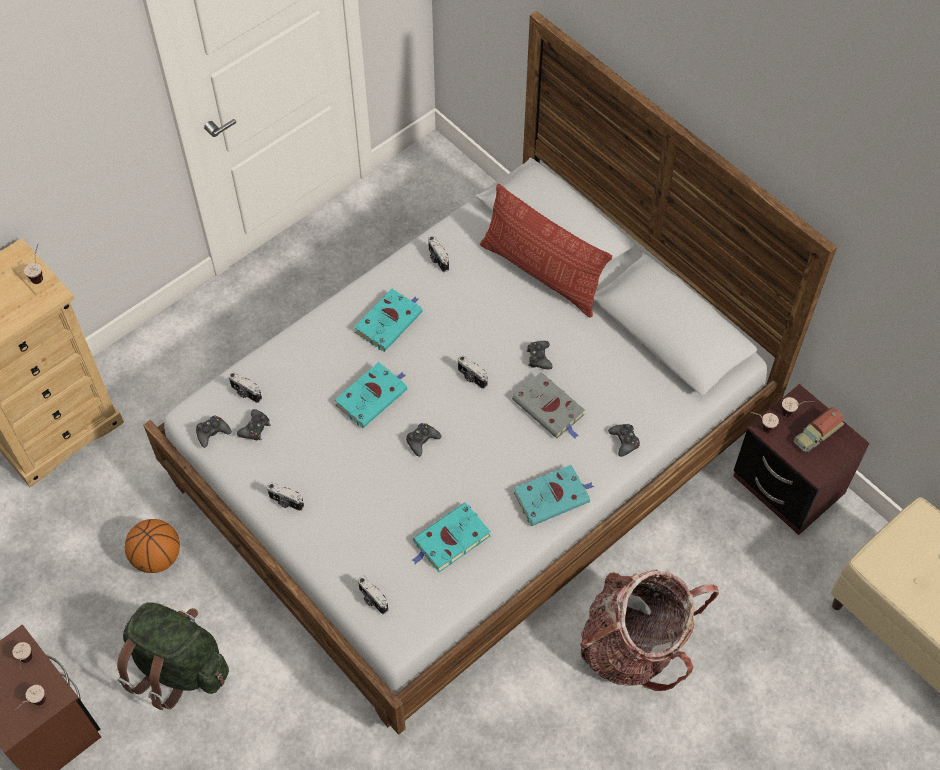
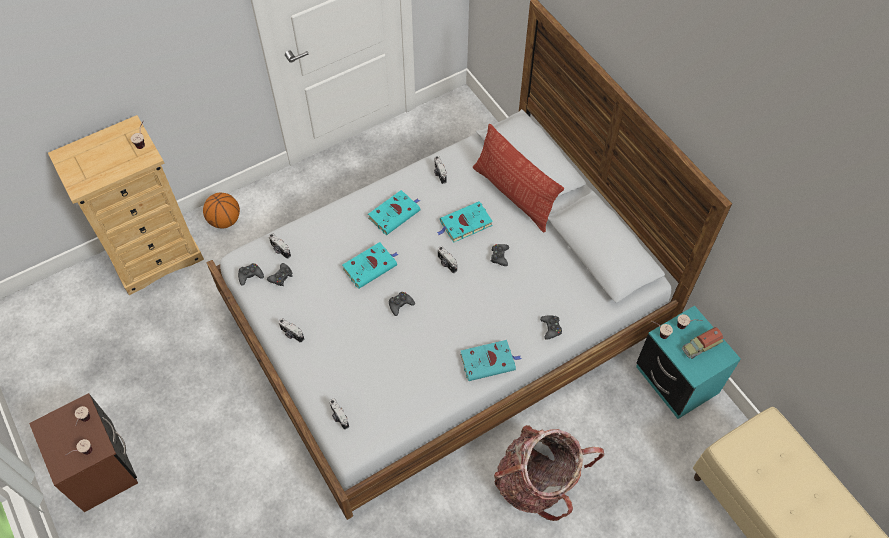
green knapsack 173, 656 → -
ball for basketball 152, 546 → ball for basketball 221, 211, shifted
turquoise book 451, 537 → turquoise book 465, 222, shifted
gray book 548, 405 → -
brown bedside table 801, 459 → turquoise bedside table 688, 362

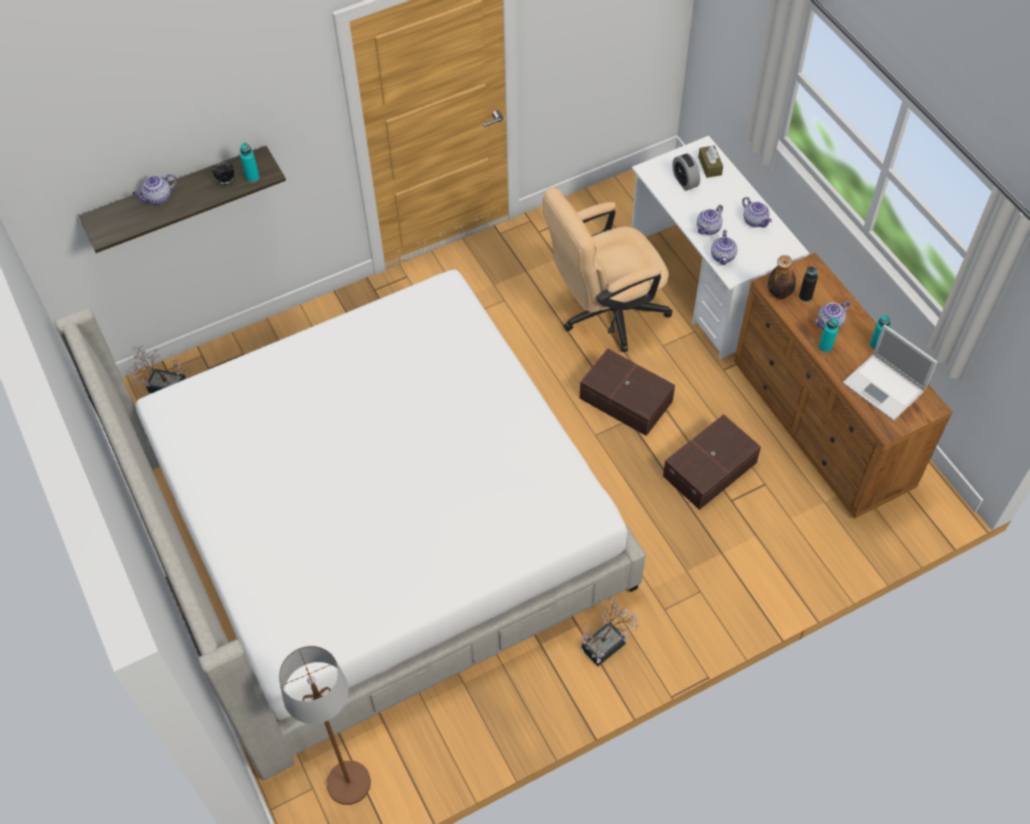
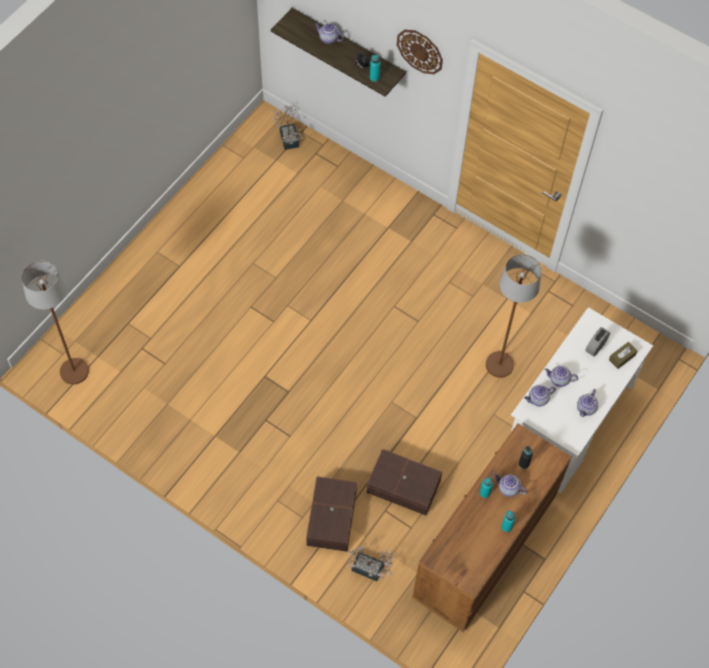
bed 350, 525 → -
sand-coloured desk chair 607, 269 → brown floor lamp 514, 316
brown storage container 627, 392 → brown storage container 331, 514, shifted
houseplant 609, 631 → houseplant 370, 564, shifted
bottle 782, 277 → -
laptop 890, 372 → -
- → hanging clock 420, 52

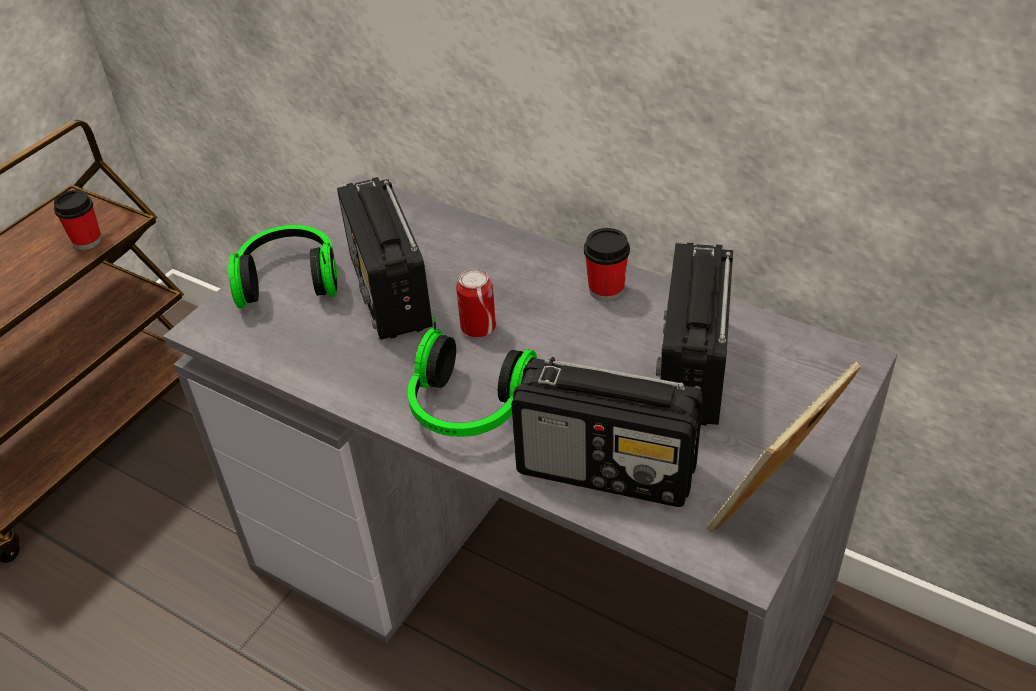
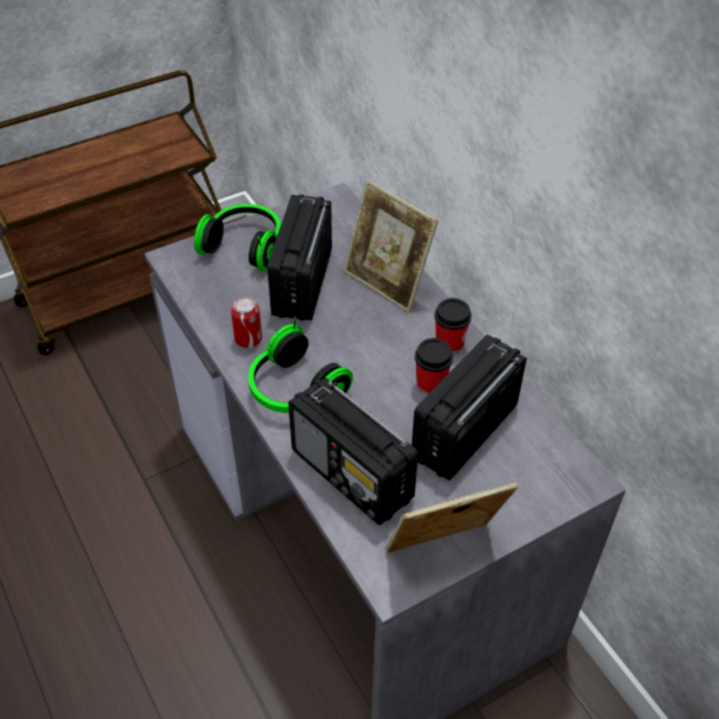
cup 78, 220 → cup 434, 367, shifted
sealed can 476, 303 → sealed can 246, 322, shifted
- → standing frame 391, 246

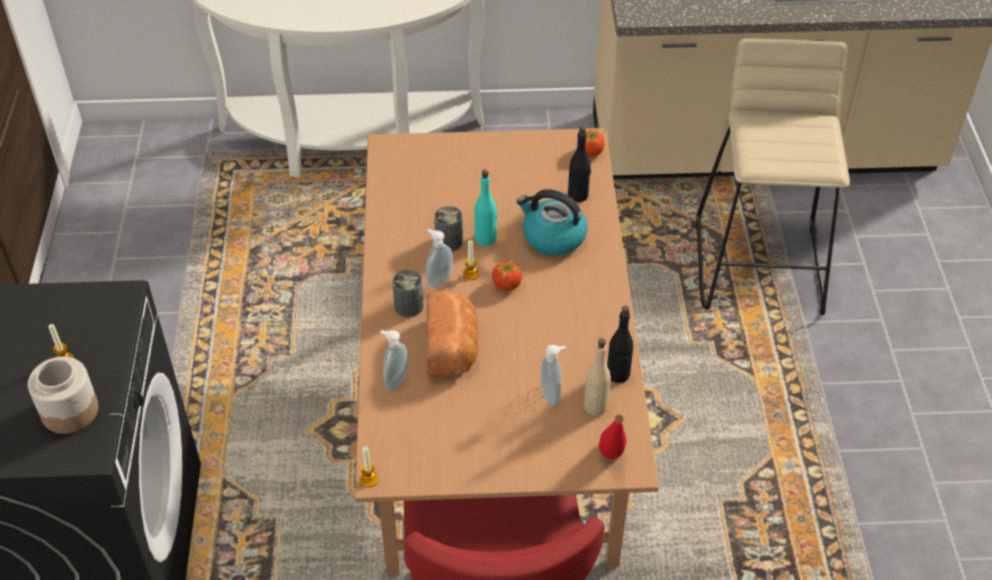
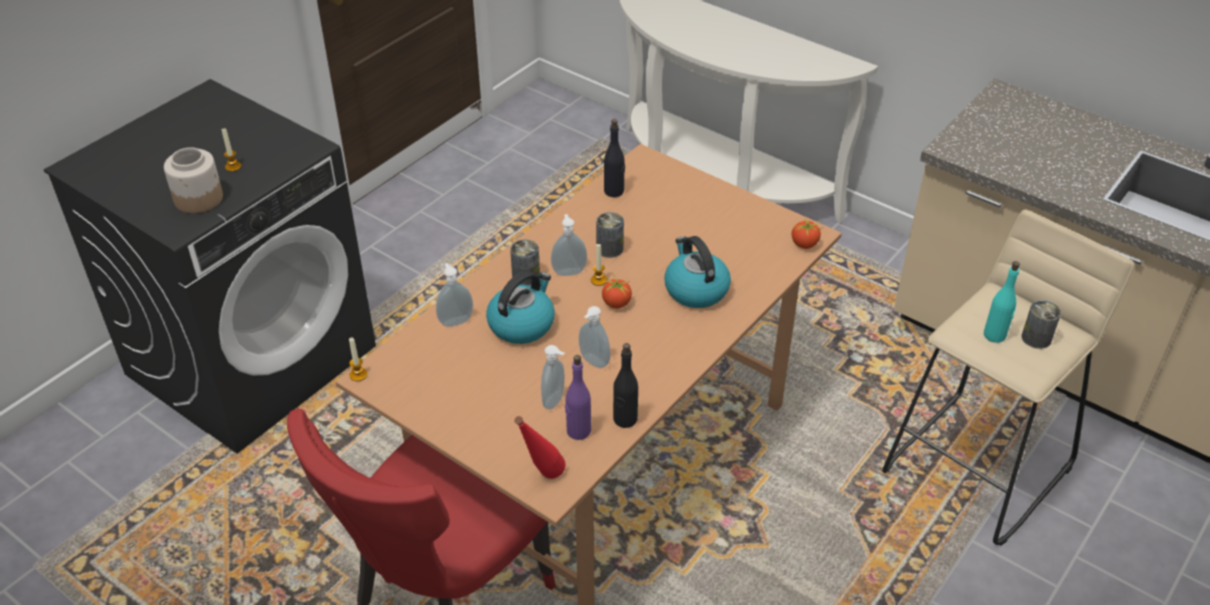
bread 452, 334 → tea kettle 520, 307
turquoise bottle 485, 208 → turquoise bottle 1002, 302, shifted
black-coloured bottle 579, 164 → black-coloured bottle 614, 158, shifted
sand-coloured bottle 597, 377 → purple bottle 578, 397
- → liquid soap bottle 594, 337
- → sealed can 1041, 324

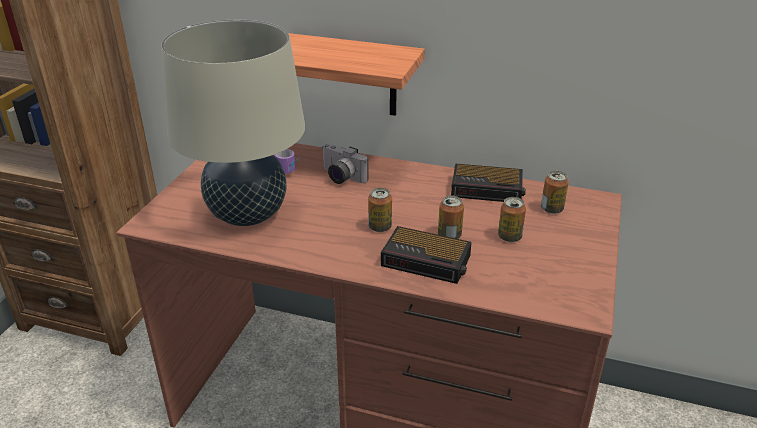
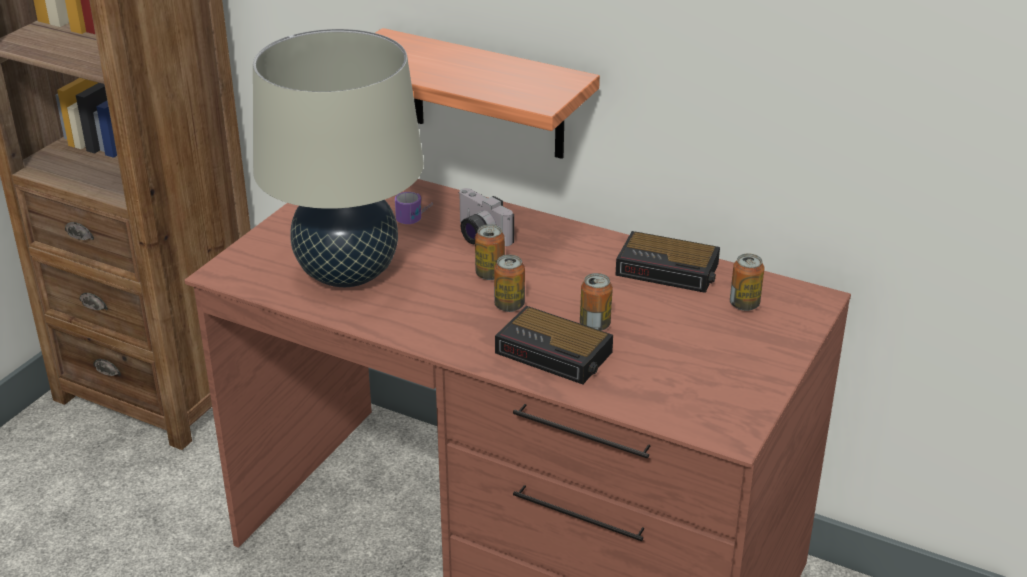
sealed can 512, 219 → sealed can 490, 252, shifted

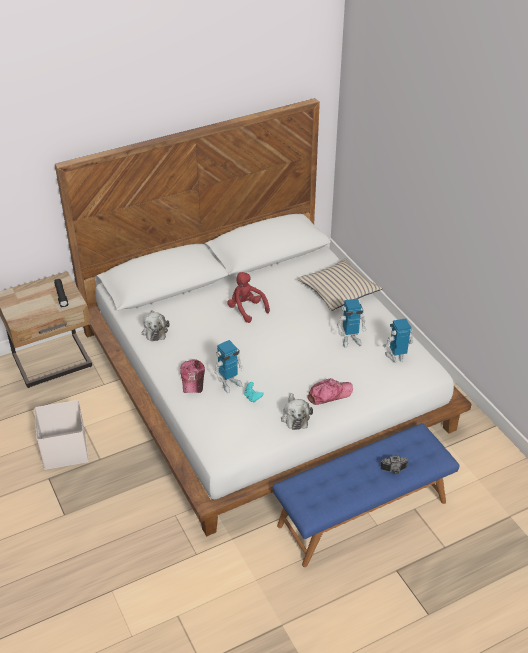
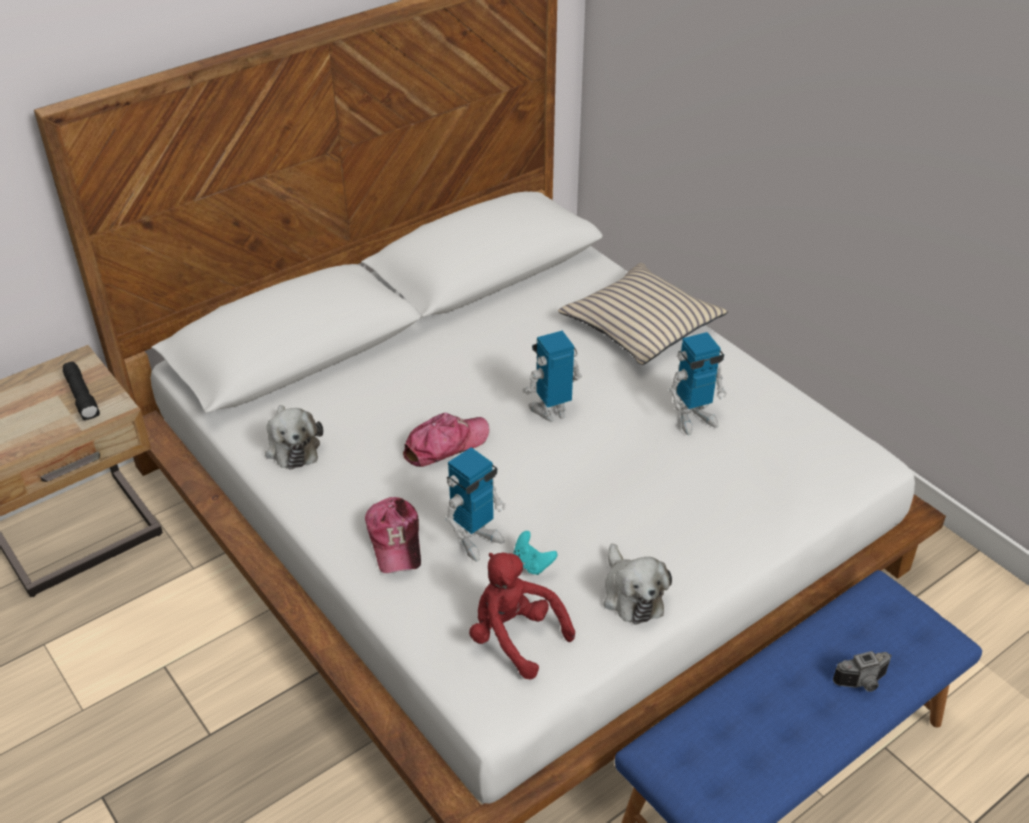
white storage container 61, 435 → -
reddish soft toy 248, 297 → reddish soft toy 522, 616, shifted
cap 330, 391 → cap 446, 440, shifted
robot figure 398, 341 → robot figure 552, 376, shifted

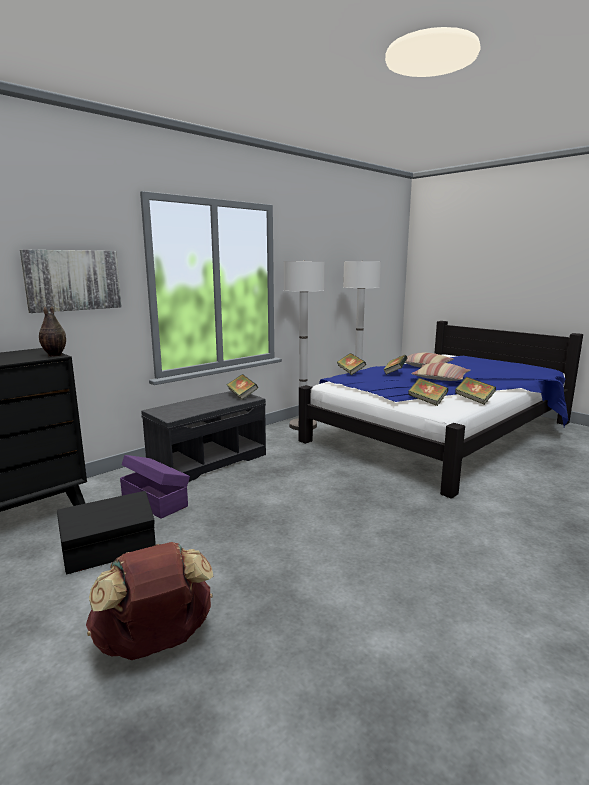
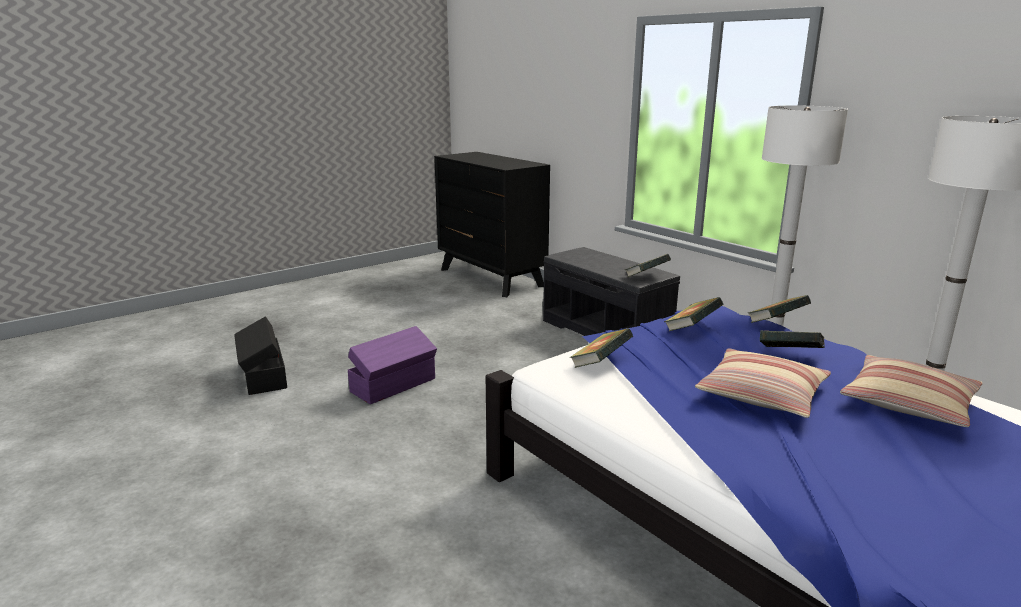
wall picture 71, 281 → -
decorative vase 52, 331 → -
black-coloured storage container 106, 532 → black-coloured storage container 260, 355, shifted
brown knapsack 149, 601 → -
purple storage container 155, 487 → purple storage container 392, 365, shifted
book 475, 391 → book 693, 314, shifted

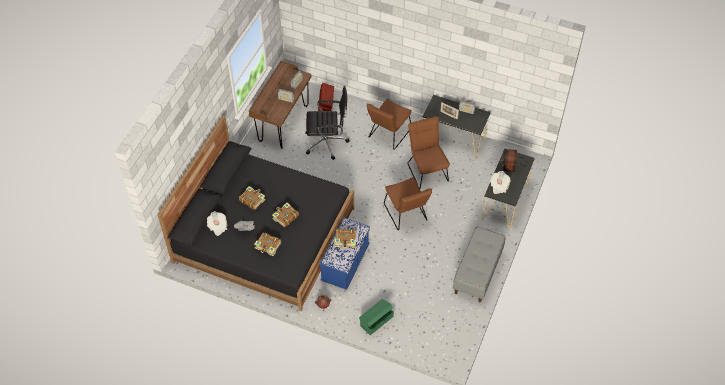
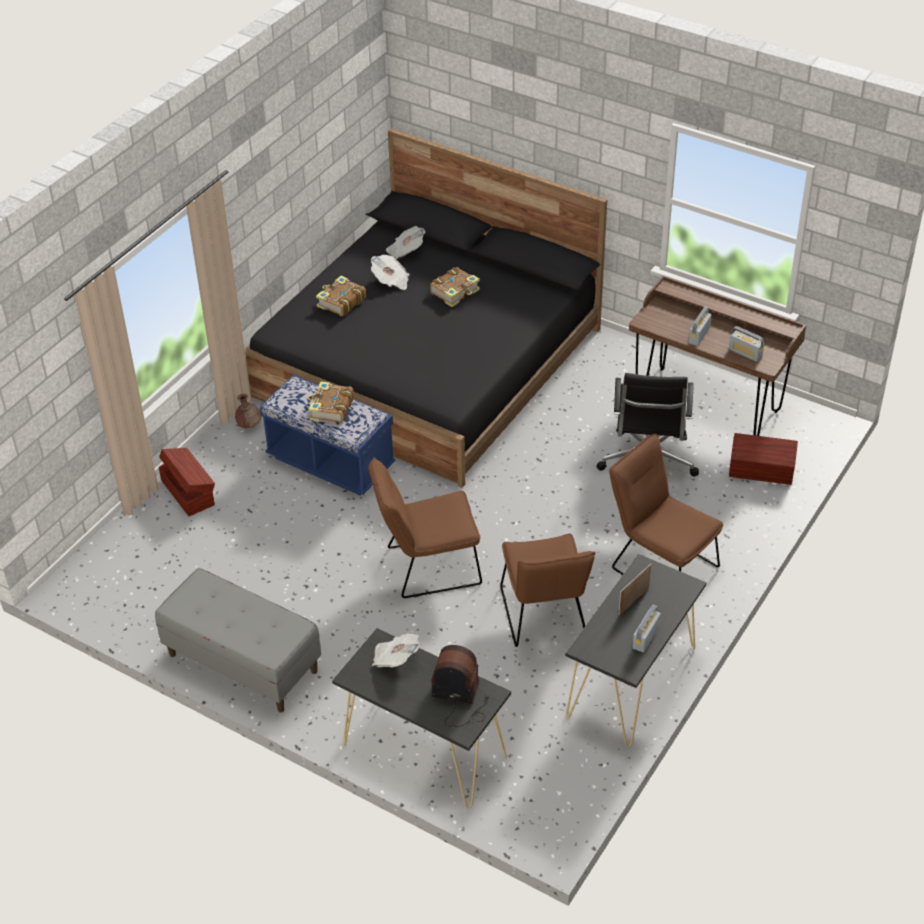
book 285, 215 → -
green storage container 376, 317 → brown storage container 187, 482
brown upright chair 429, 152 → brown upright chair 547, 590, 90 degrees clockwise

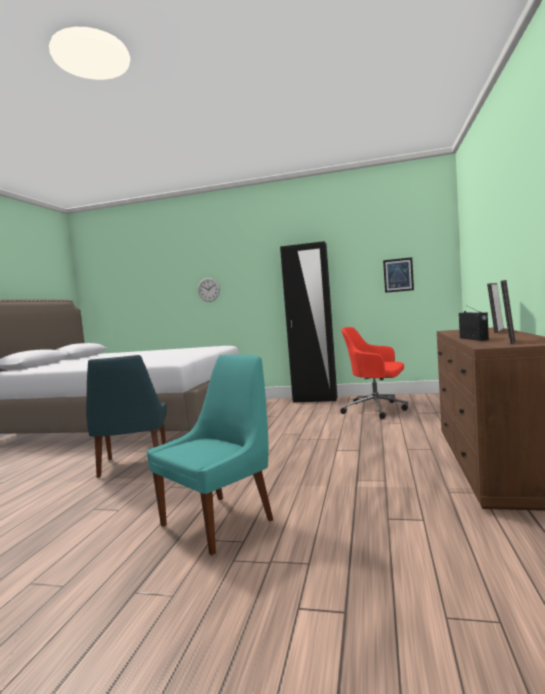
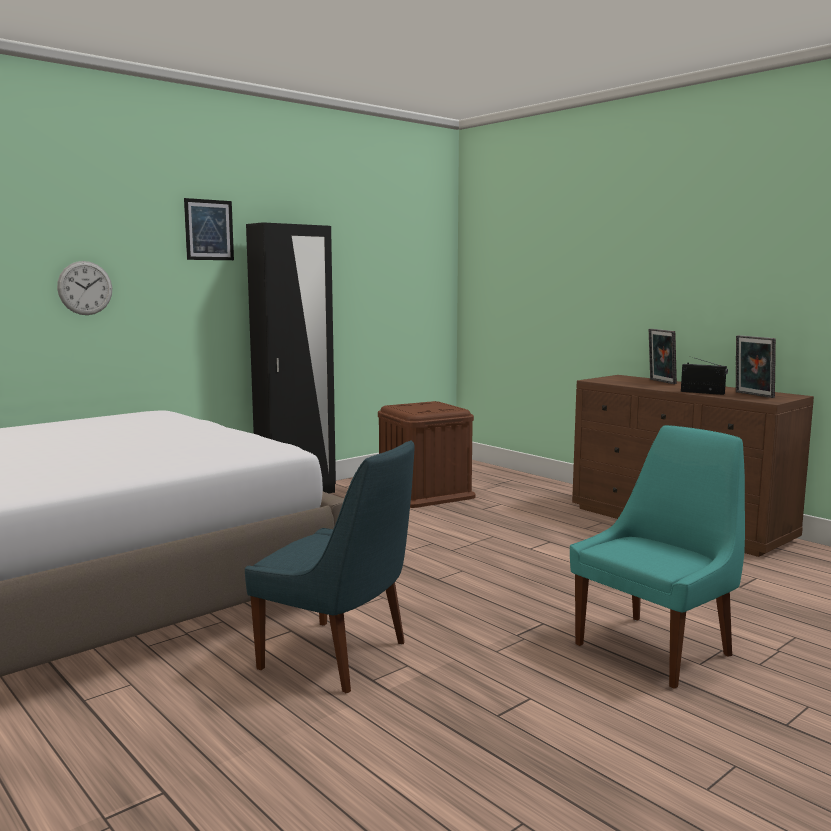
turquoise upright chair 210, 455 → turquoise upright chair 657, 557, 60 degrees clockwise
reddish desk chair 374, 373 → brown storage container 427, 454
wall picture 398, 275 → wall picture 209, 229, shifted

